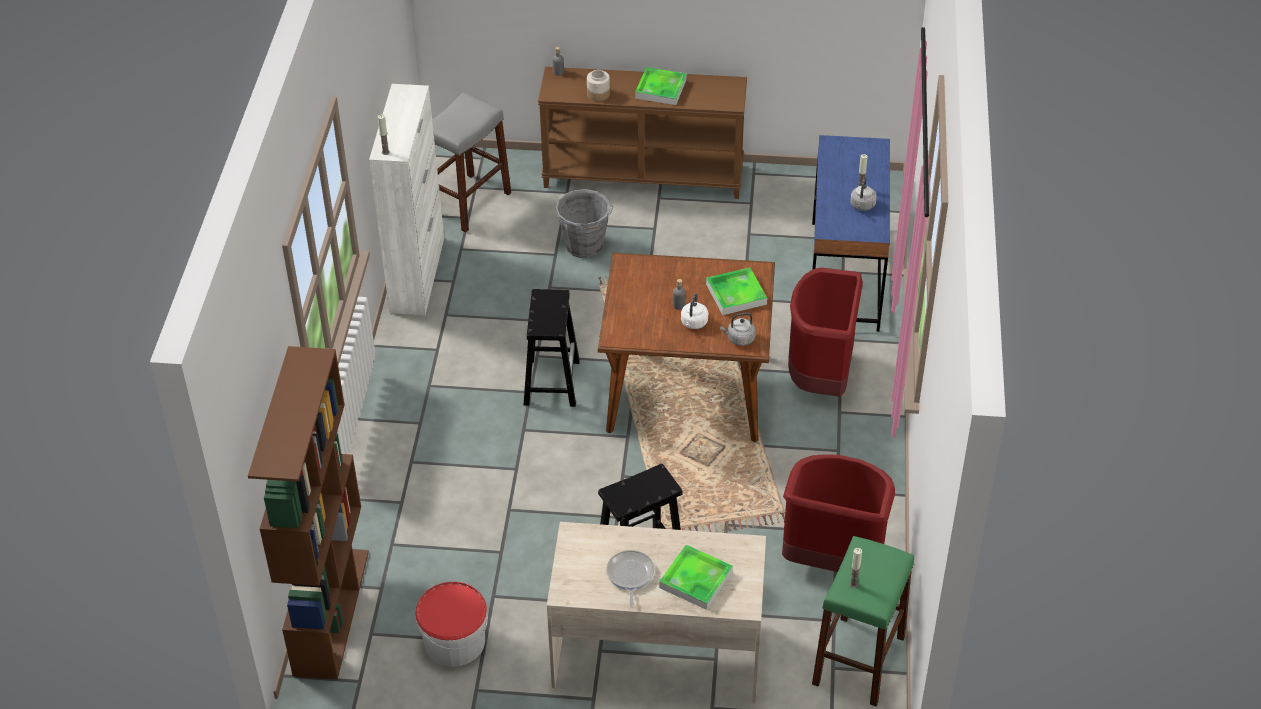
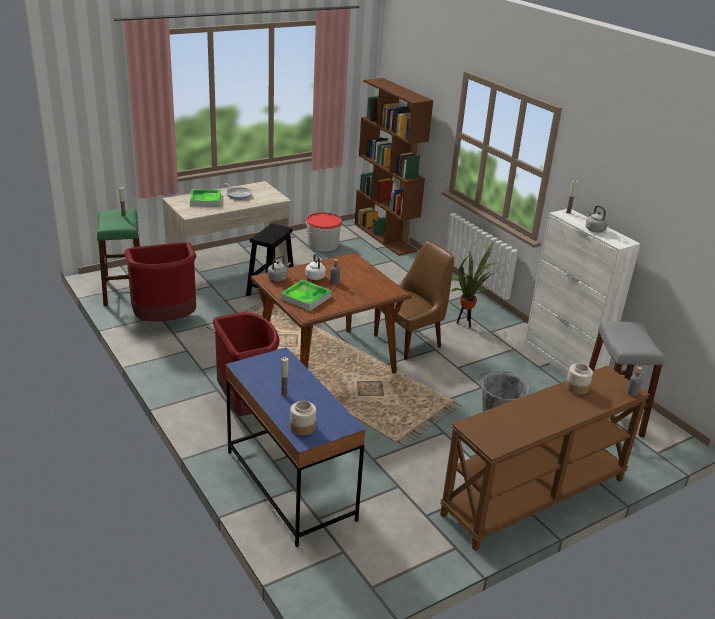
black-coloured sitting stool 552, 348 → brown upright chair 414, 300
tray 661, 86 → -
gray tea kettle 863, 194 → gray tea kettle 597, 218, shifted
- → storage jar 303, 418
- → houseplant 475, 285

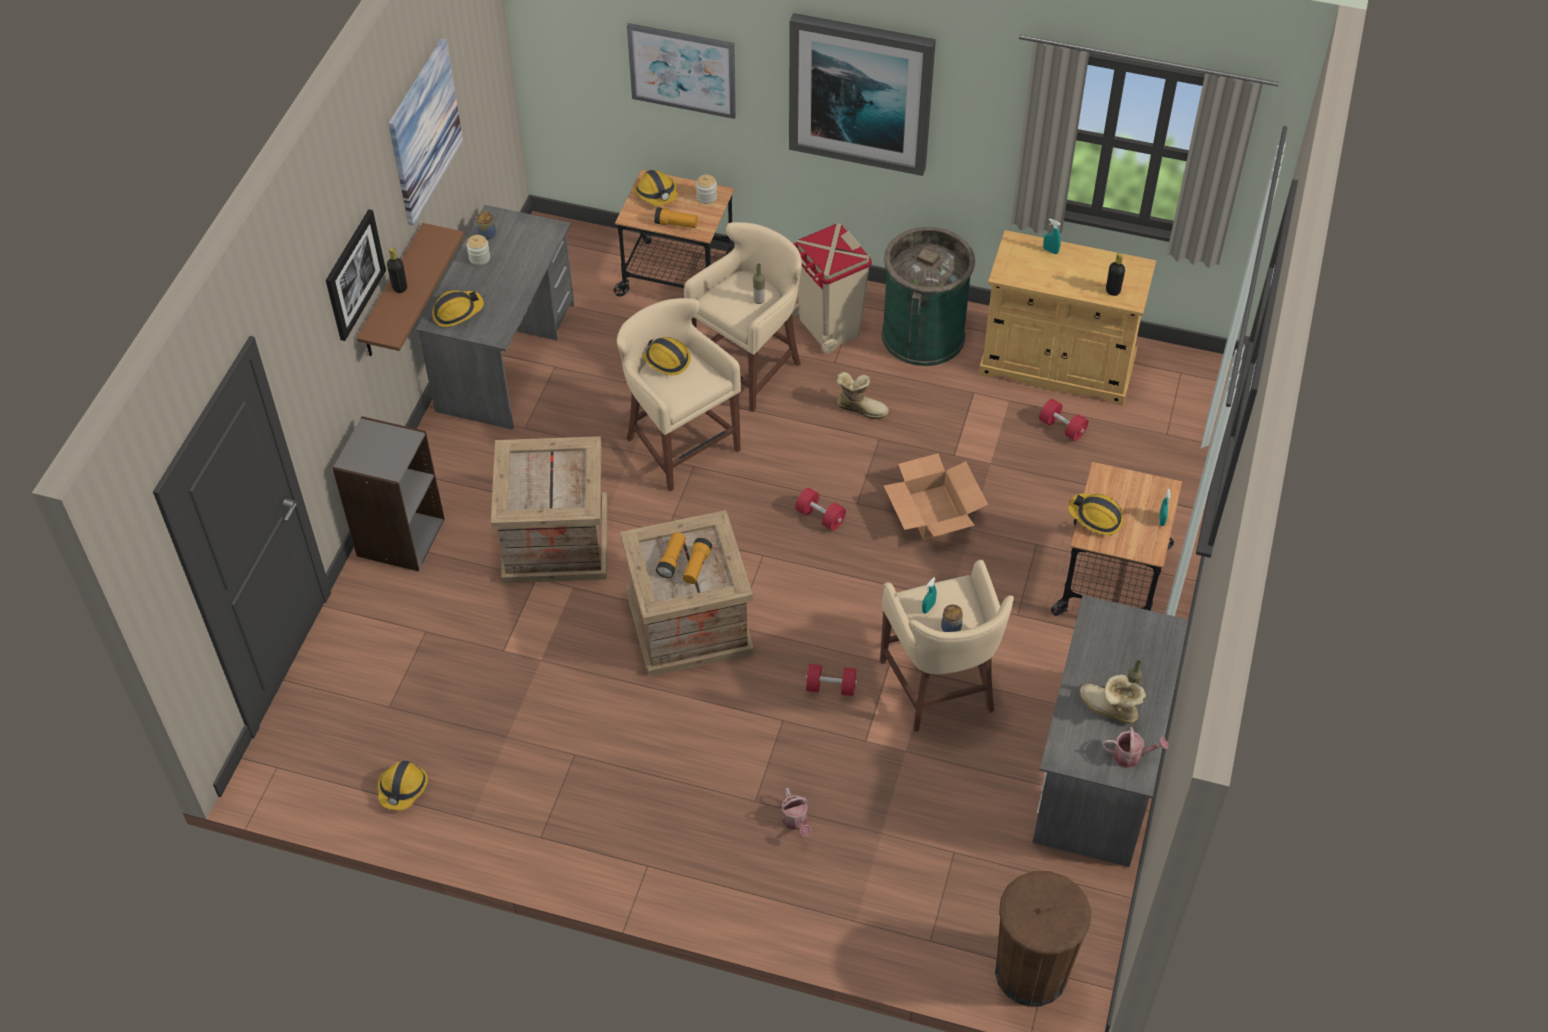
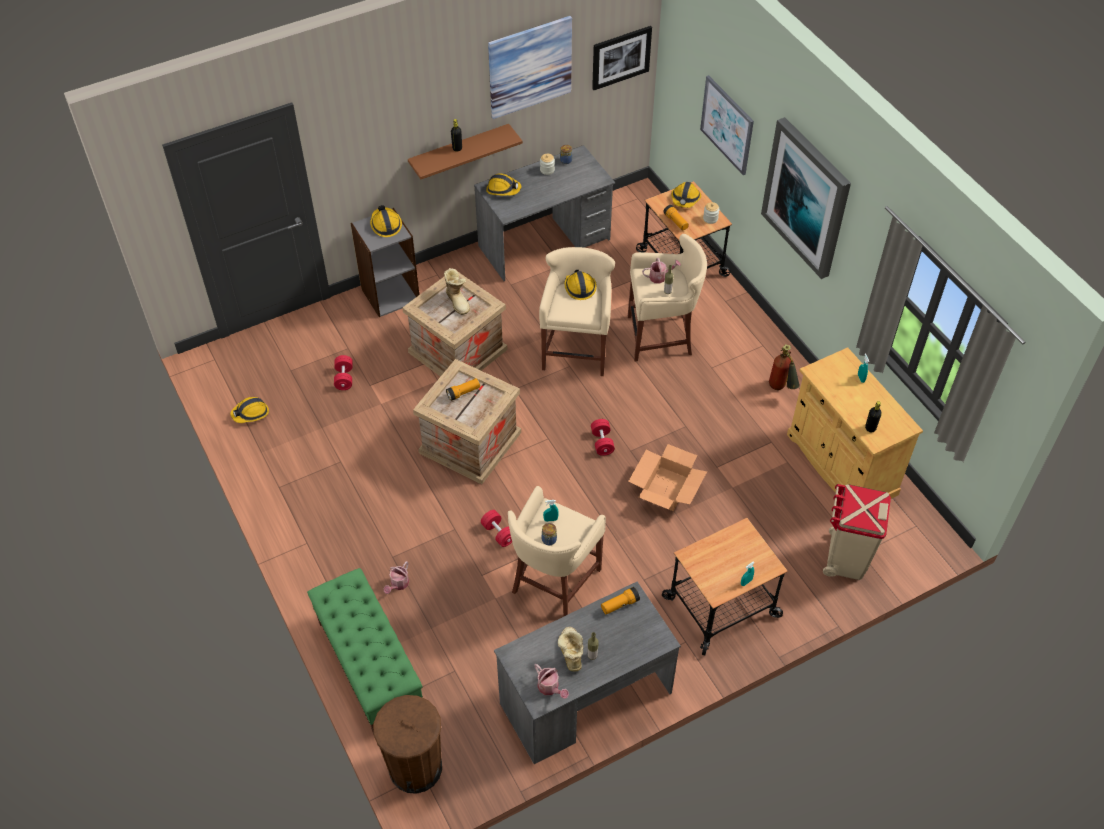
wall picture 356, 275 → wall picture 622, 58, shifted
hand torch 697, 561 → hand torch 620, 600, shifted
sand-coloured trash can 832, 288 → sand-coloured trash can 857, 532, shifted
boot 862, 395 → boot 457, 291, shifted
green trash can 928, 296 → fire extinguisher 784, 367
reddish hand weight 1064, 420 → reddish hand weight 343, 372, shifted
work helmet 1096, 514 → work helmet 386, 221, shifted
- → green indoor bench 365, 650
- → sprinkling can 661, 271

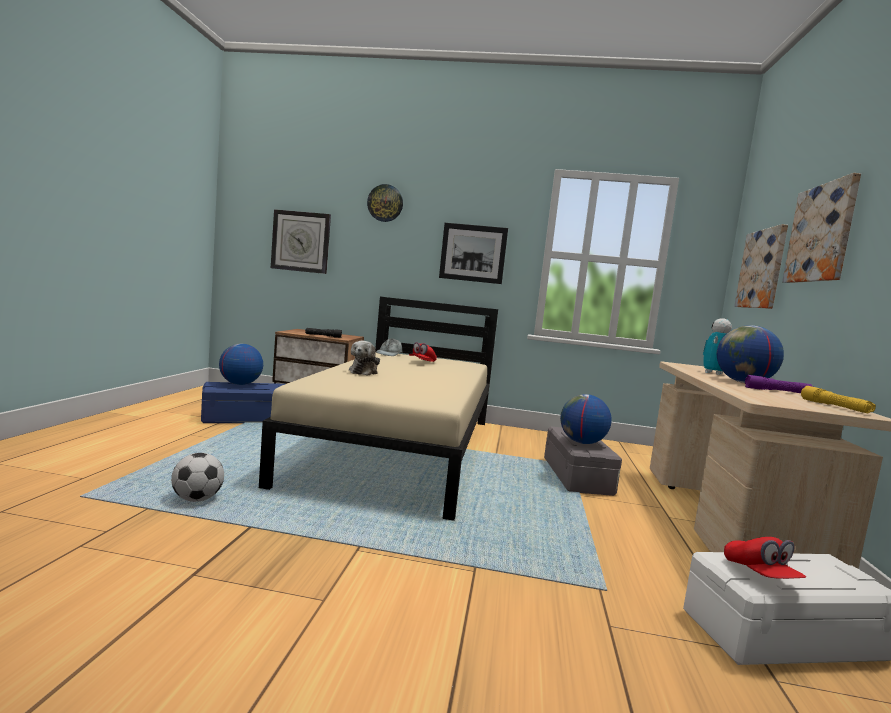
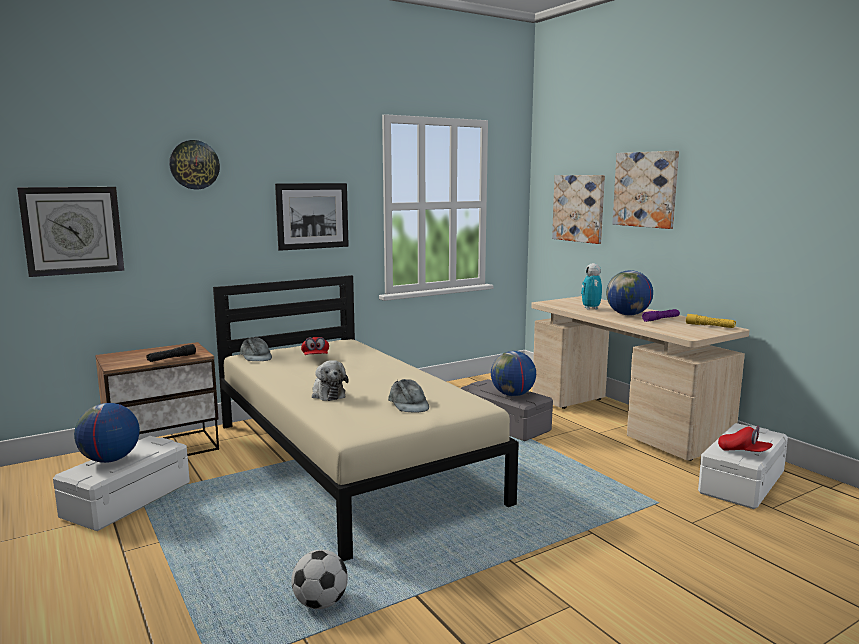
blue storage container 243, 402 → white storage container 121, 483
- → gray cap 408, 396

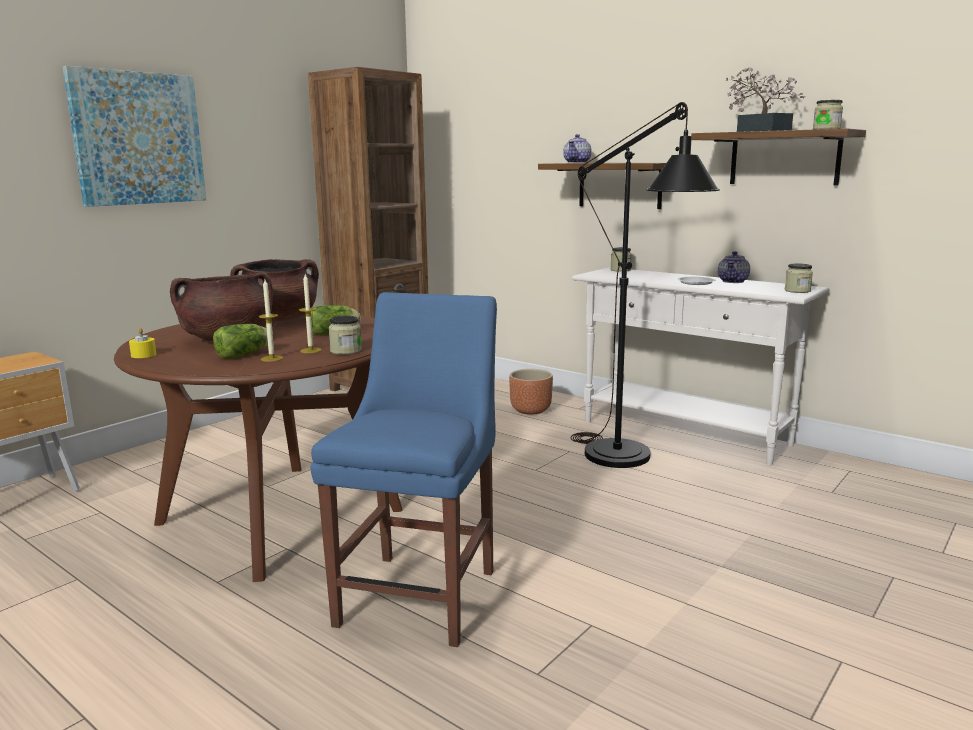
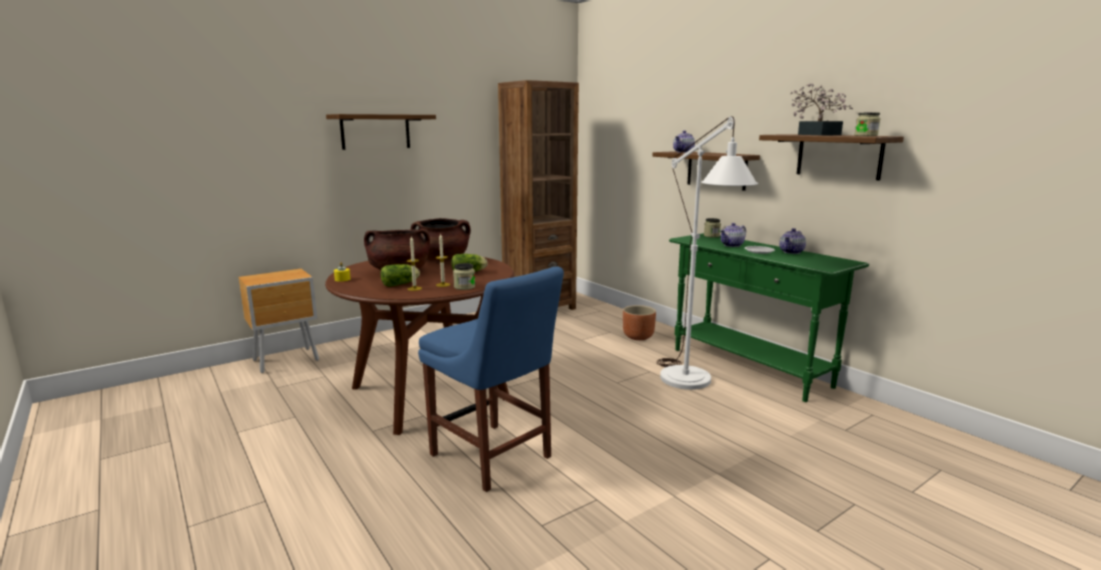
wall picture 134, 136 → shelf 381, 132
blue upright chair 404, 469 → blue upright chair 491, 379, 105 degrees clockwise
black-coloured floor lamp 645, 285 → white floor lamp 707, 253
white console table 701, 366 → green console table 769, 317
storage jar 799, 278 → -
- → teapot 733, 235

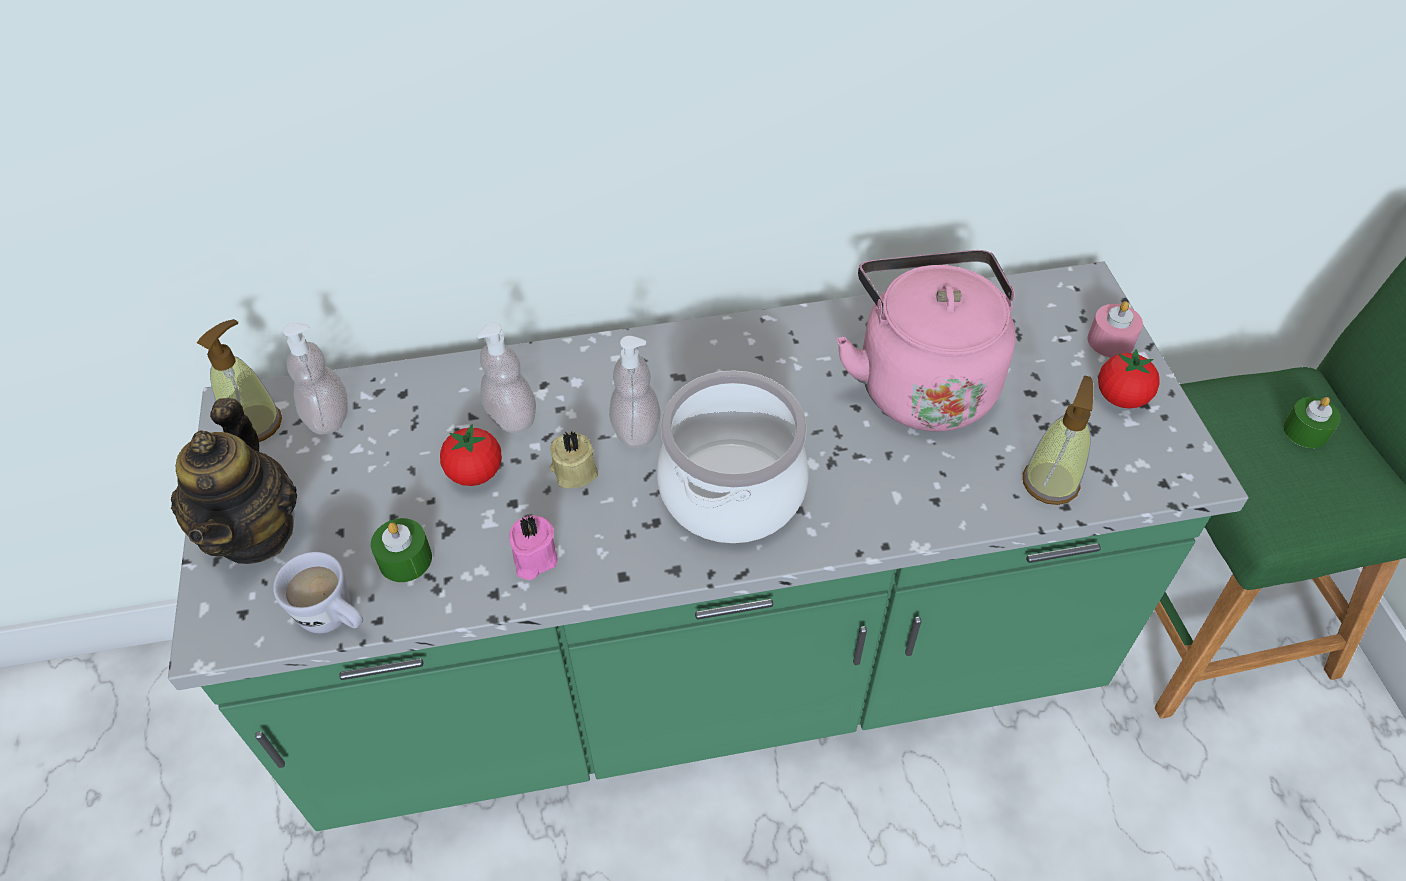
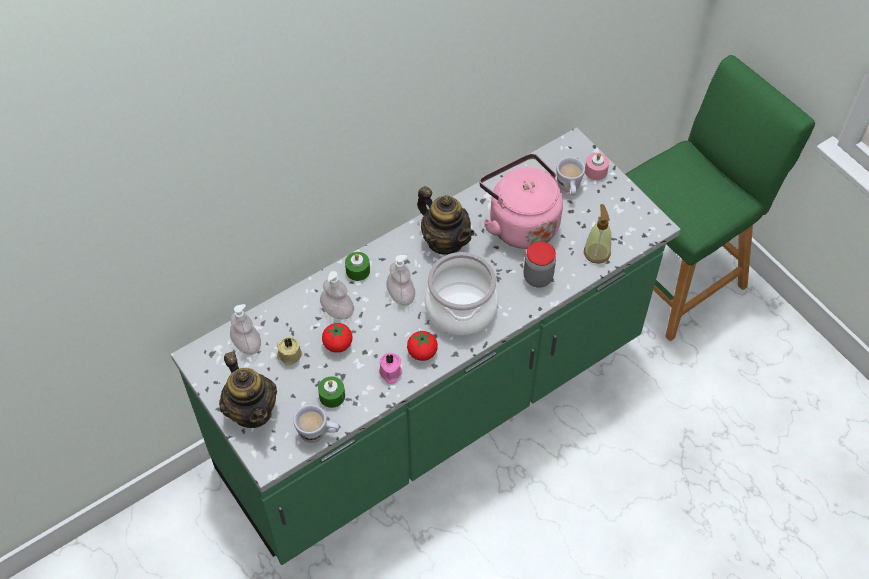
liquid soap bottle 239, 380 → -
sand-coloured wax light 574, 460 → sand-coloured wax light 289, 351, shifted
tomato 1129, 379 → tomato 422, 345, shifted
green wax light 1312, 422 → green wax light 357, 266, shifted
- → teapot 446, 220
- → storage jar 540, 264
- → white coffee mug 570, 176

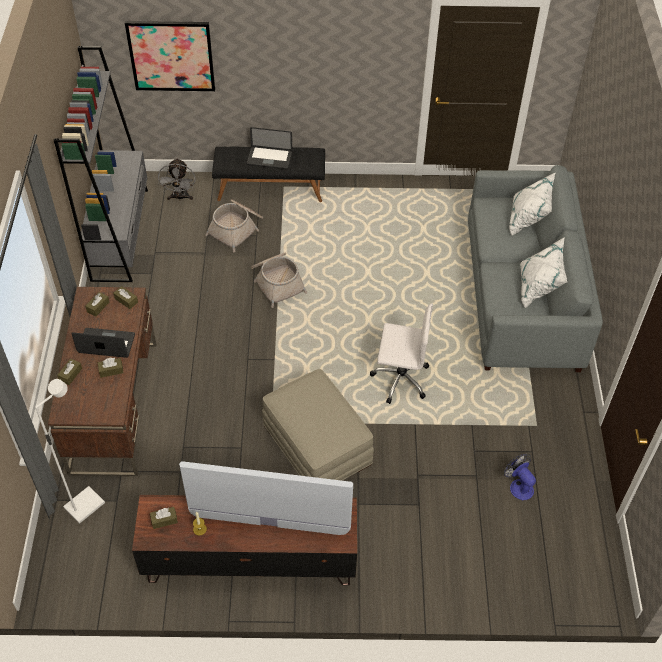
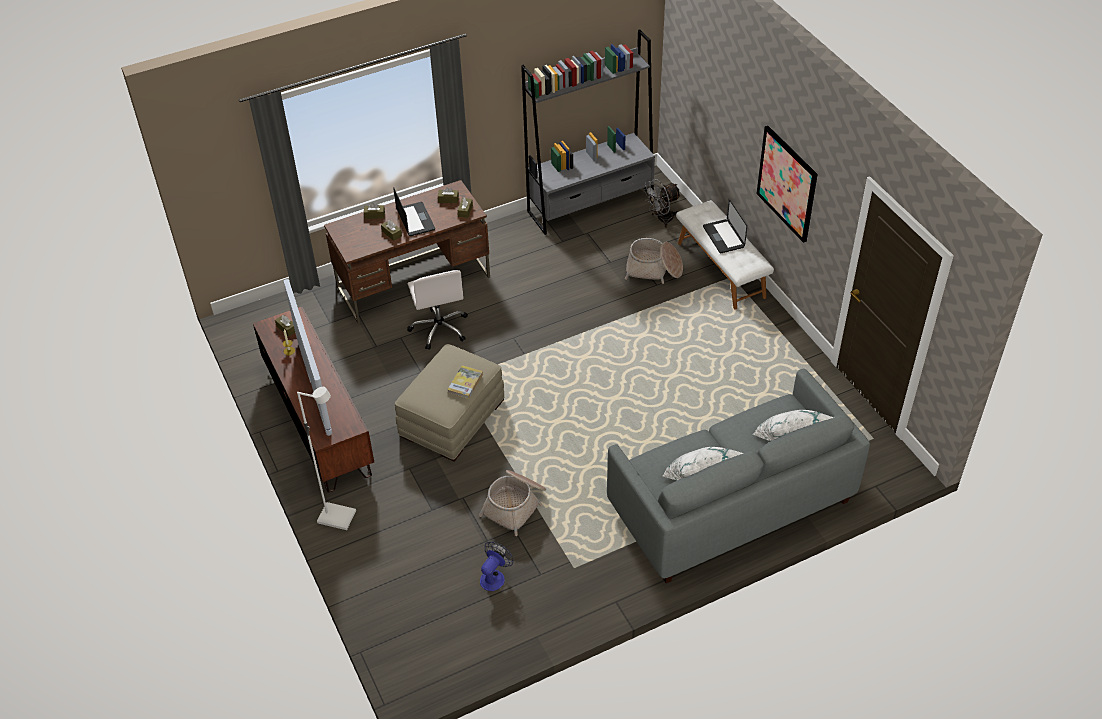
white floor lamp 70, 451 → white floor lamp 326, 458, shifted
wall picture 170, 56 → wall picture 787, 184, shifted
black-coloured indoor bench 268, 174 → white indoor bench 725, 255
basket 279, 280 → basket 512, 503, shifted
white desk chair 401, 353 → white desk chair 437, 310, shifted
- → book 465, 382

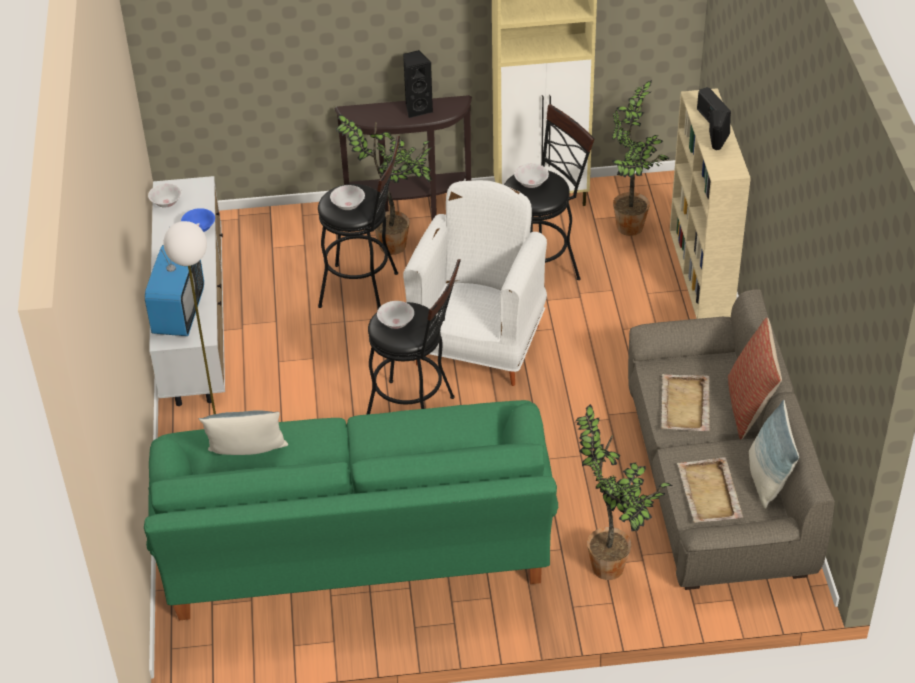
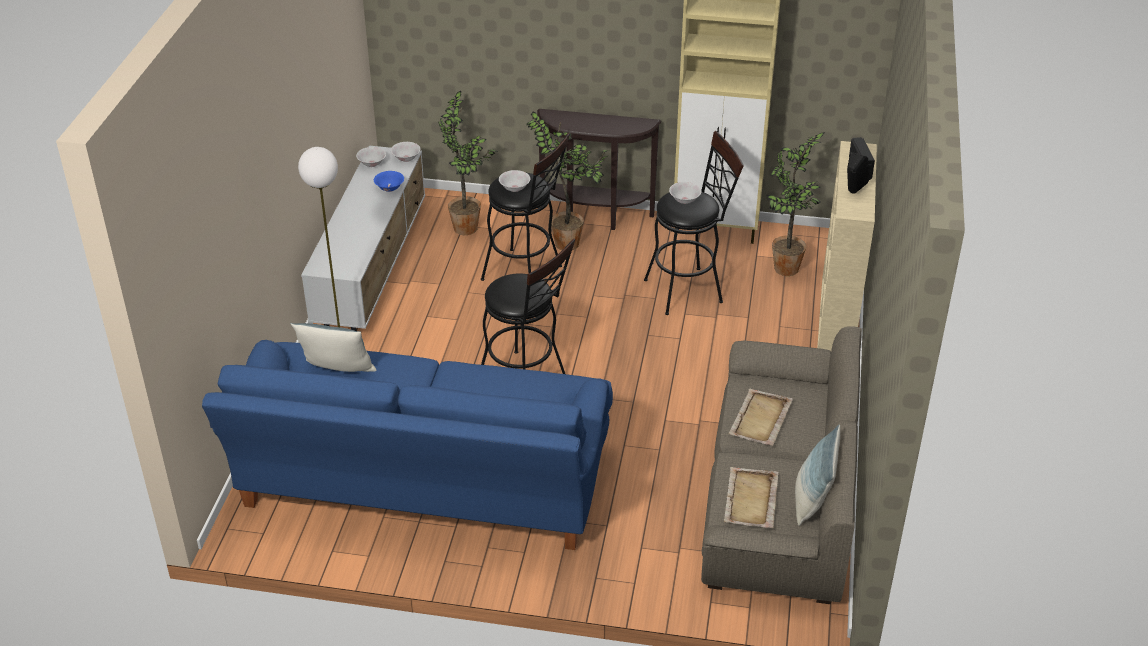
green sofa 351, 510 → blue sofa 407, 445
TV set 174, 281 → -
white deep dish 395, 315 → white deep dish 405, 152, shifted
black-coloured audio speaker 418, 84 → -
white easy chair 475, 283 → -
houseplant 623, 492 → houseplant 468, 163, shifted
throw pillow 755, 378 → -

